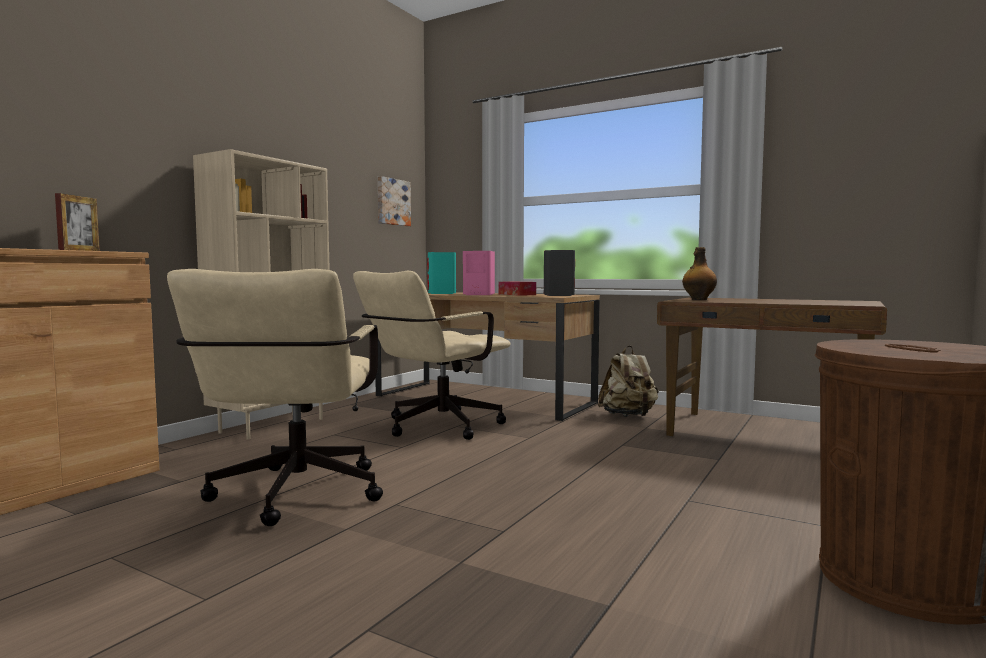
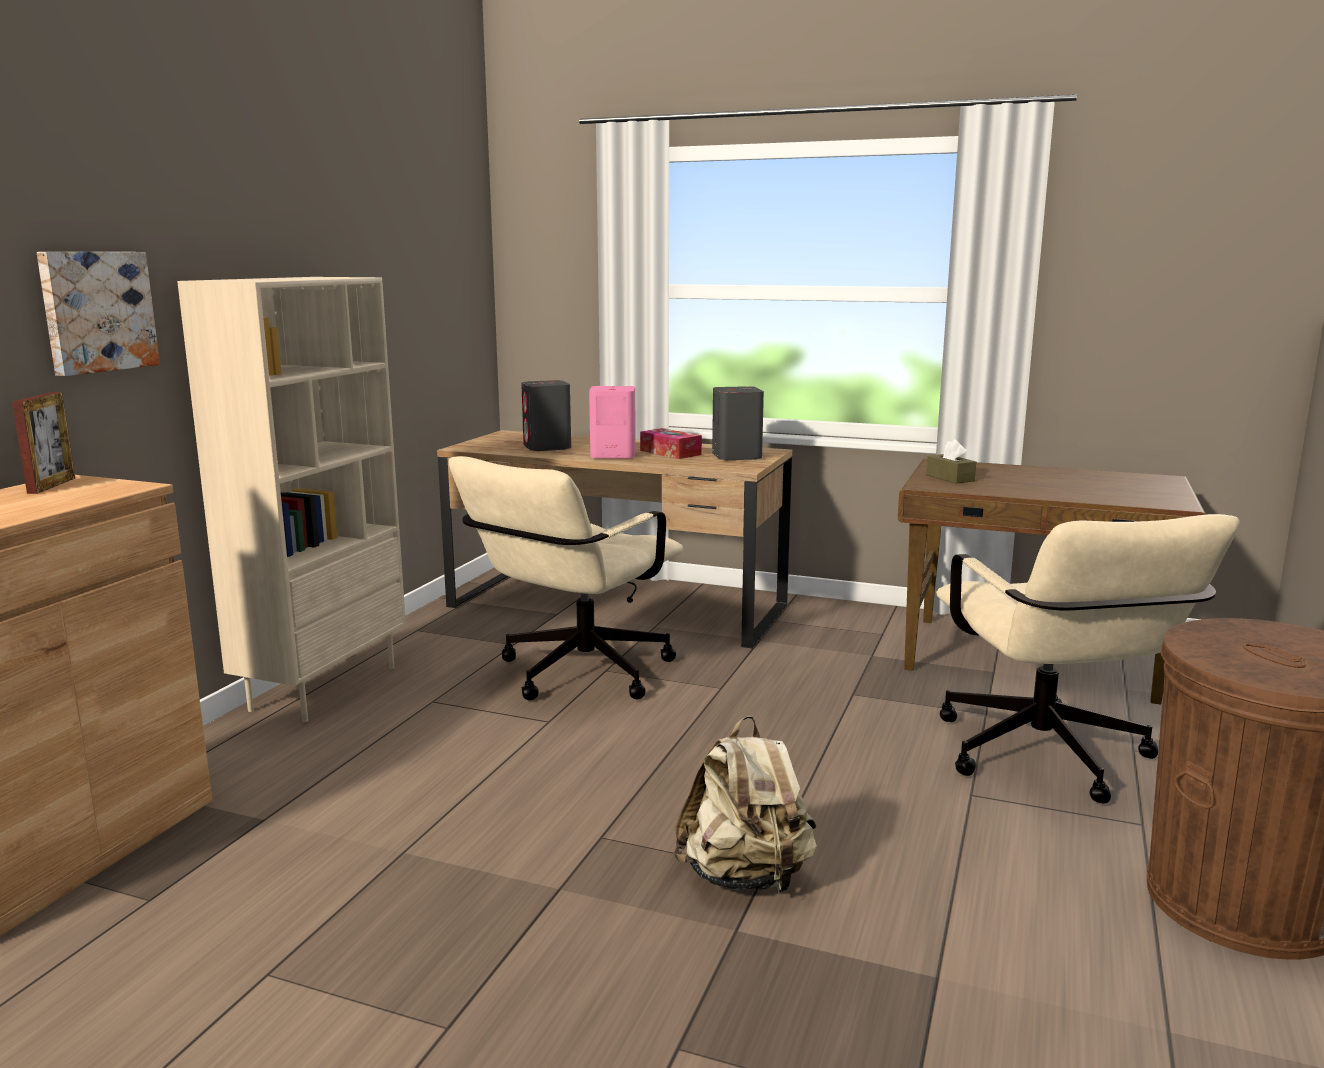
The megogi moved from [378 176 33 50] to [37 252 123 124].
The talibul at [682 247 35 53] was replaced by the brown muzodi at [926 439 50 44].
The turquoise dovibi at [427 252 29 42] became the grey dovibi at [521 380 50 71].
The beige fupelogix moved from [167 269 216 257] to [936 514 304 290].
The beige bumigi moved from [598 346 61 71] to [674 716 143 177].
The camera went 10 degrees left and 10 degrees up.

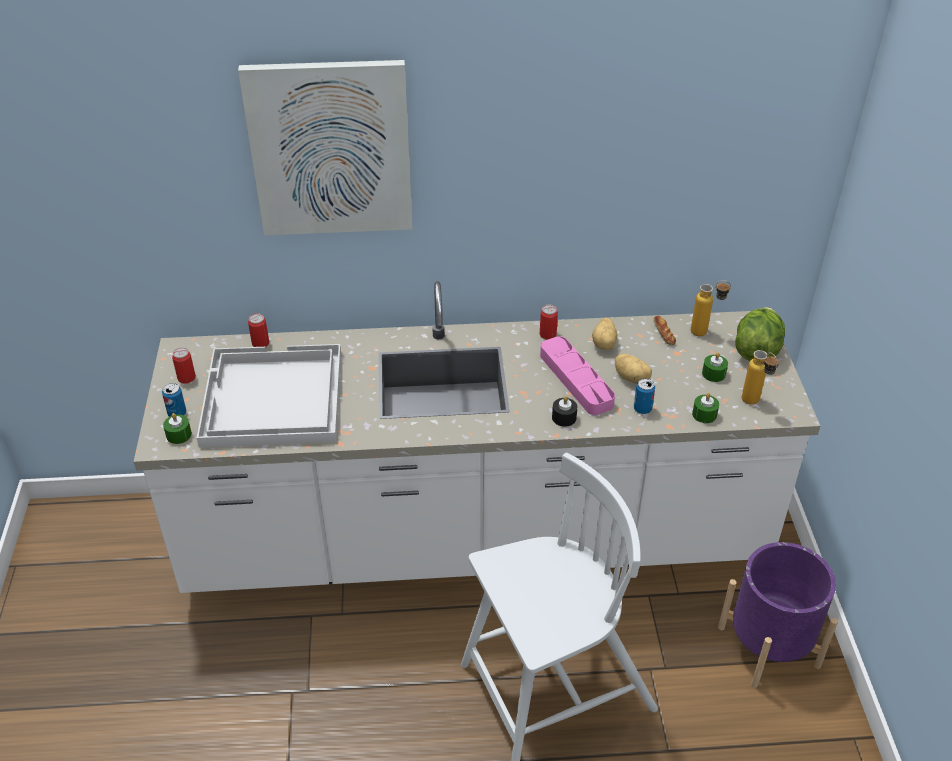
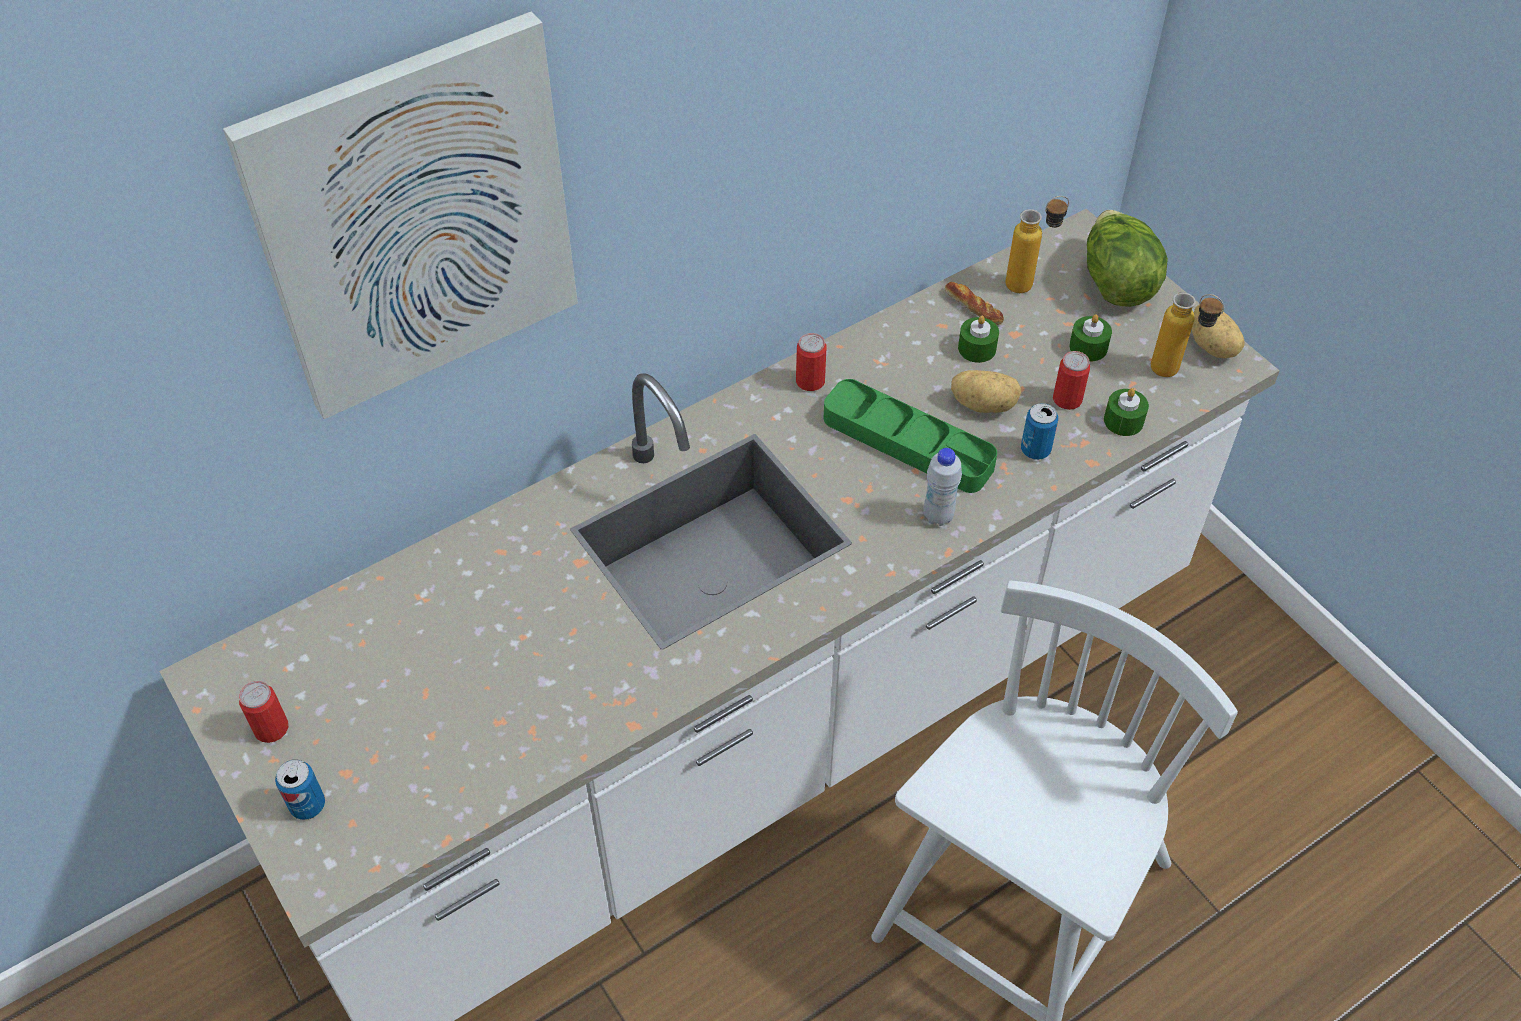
The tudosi moved from [248 313 21 34] to [1053 351 37 59].
The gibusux moved from [592 318 25 32] to [1192 305 52 53].
The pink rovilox at [540 336 75 79] became the green rovilox at [824 379 173 114].
The white rovilox at [197 344 144 104] disappeared.
The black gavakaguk at [552 396 25 31] was replaced by the white talibul at [923 448 39 78].
The green gavakaguk moved from [163 413 29 31] to [958 316 41 47].
The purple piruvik at [718 542 120 146] disappeared.
The camera went 30 degrees left and 10 degrees up.

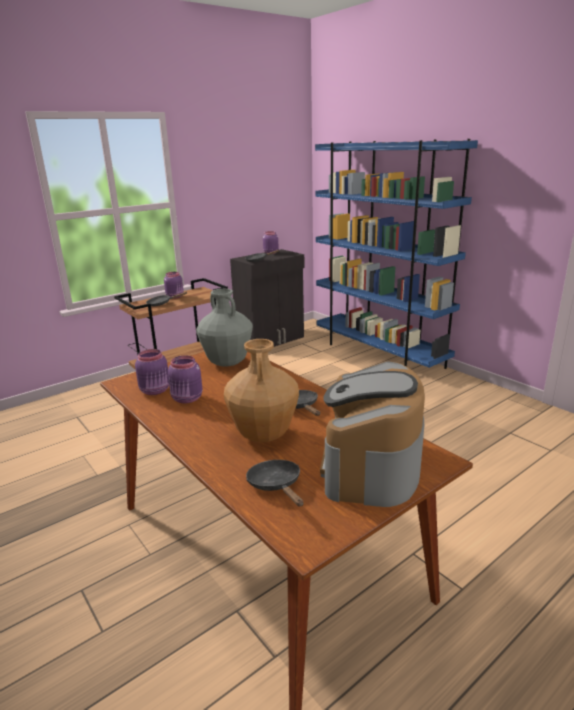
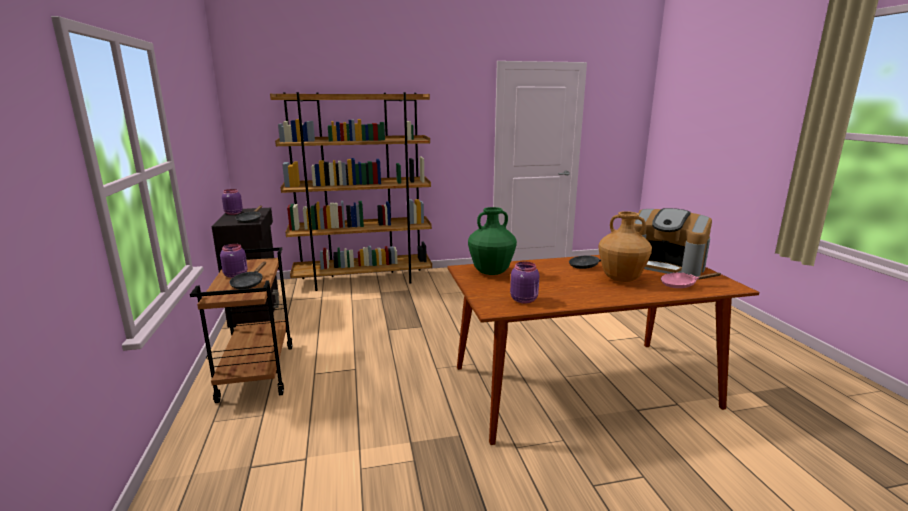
The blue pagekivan at [315 139 163 230] became the brown pagekivan at [270 92 162 199].
The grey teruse at [196 289 57 78] became the green teruse at [468 207 49 68].
The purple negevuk at [168 355 35 49] disappeared.
The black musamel at [246 460 57 47] became the pink musamel at [661 273 60 15].
The camera went 65 degrees left and 5 degrees down.

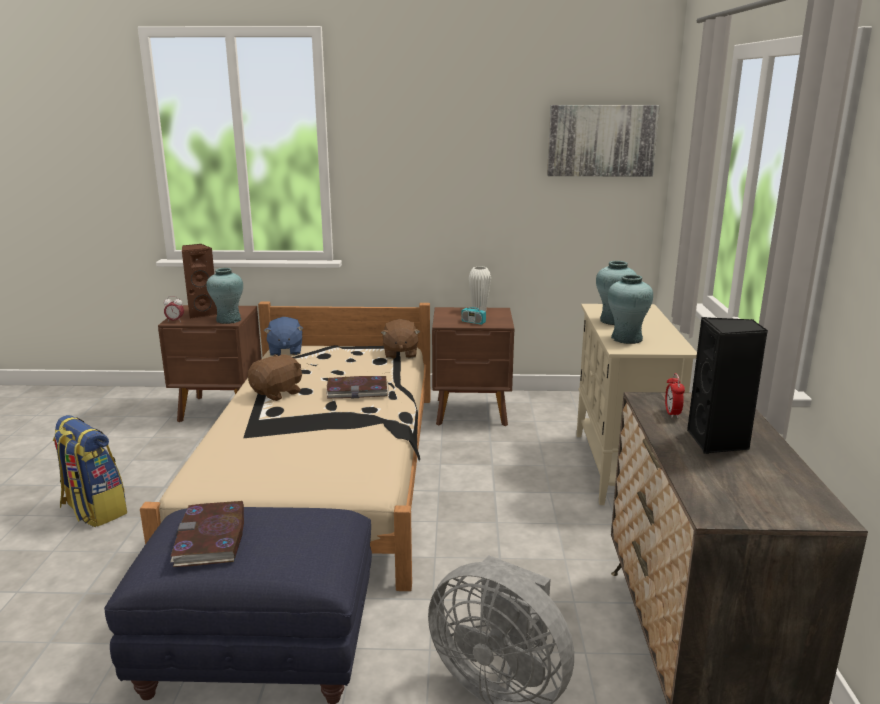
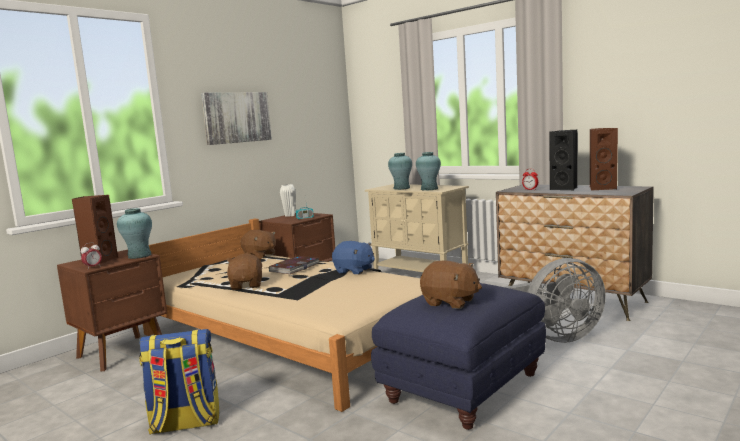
The megogi moved from [547 105 113 71] to [201 92 71 53].
The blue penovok moved from [264 317 40 39] to [332 241 43 33].
The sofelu at [170 501 74 66] was replaced by the brown penovok at [420 260 62 49].
The brown dovibi at [590 128 28 63] appeared.
The camera went 50 degrees left and 10 degrees down.

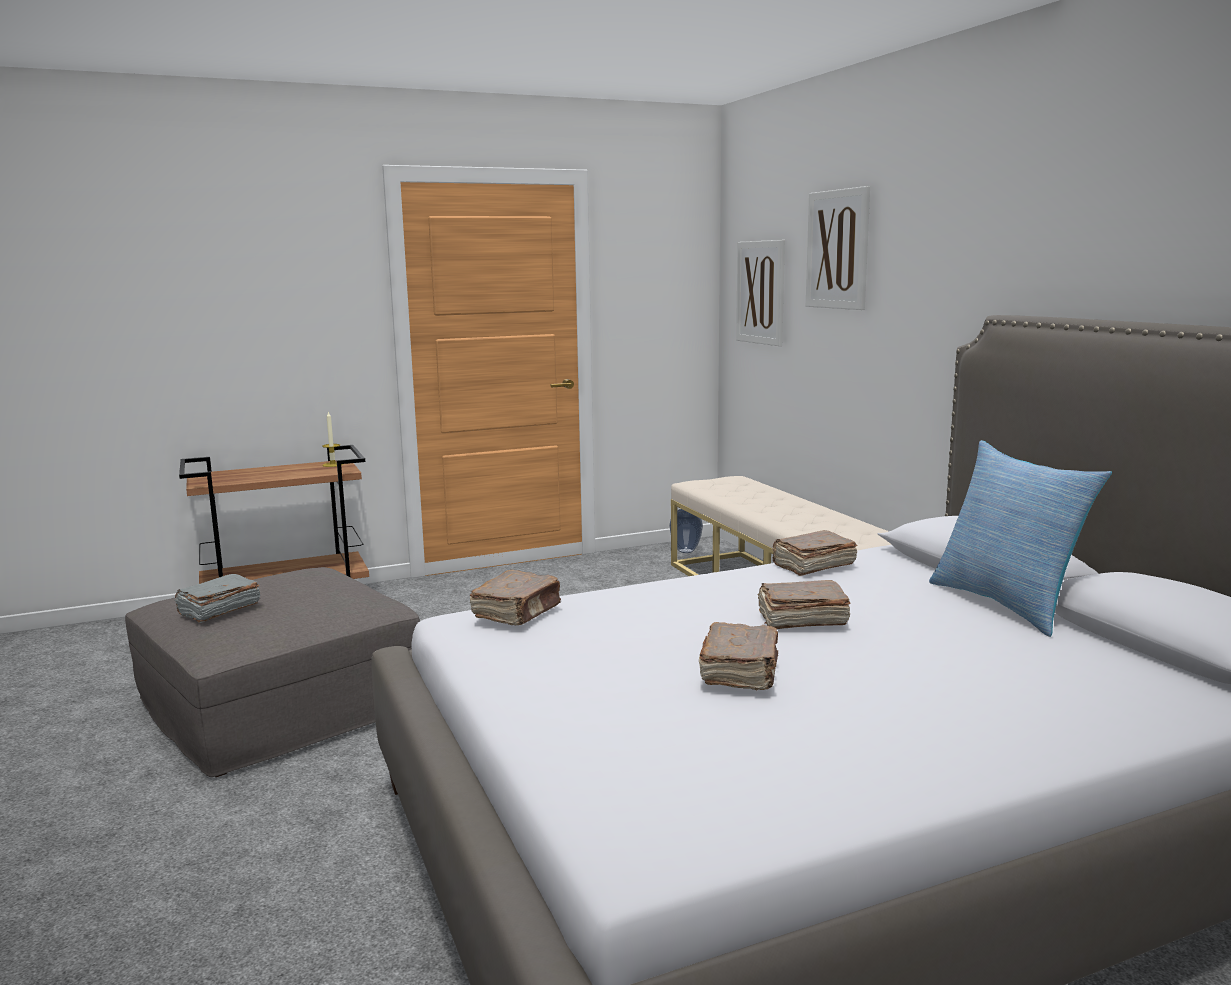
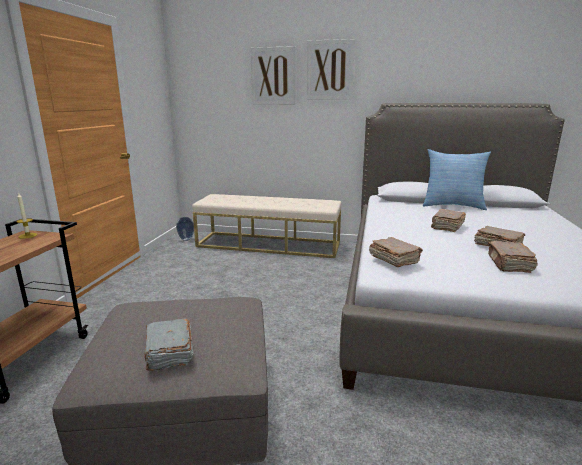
The megogi moved from [736 240 49 106] to [307 39 48 61].
The brown sofelu moved from [772 530 86 46] to [488 241 50 32].
The camera went 55 degrees left and 5 degrees up.

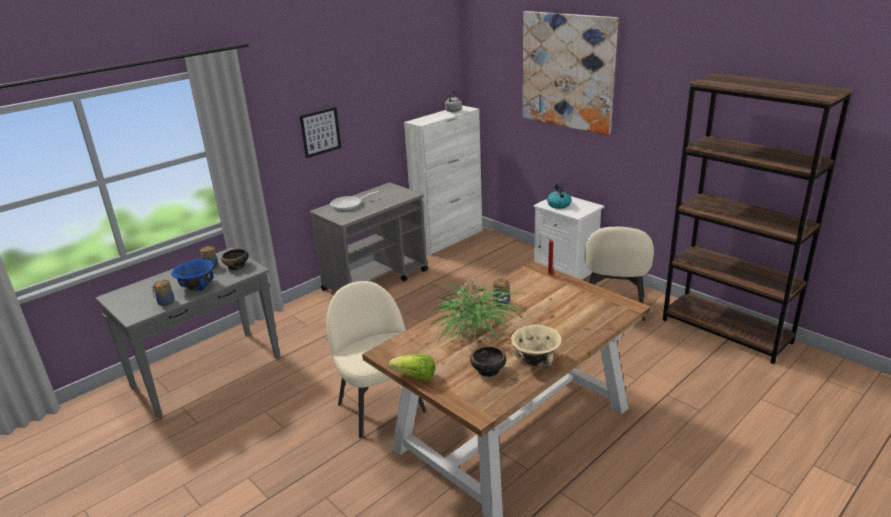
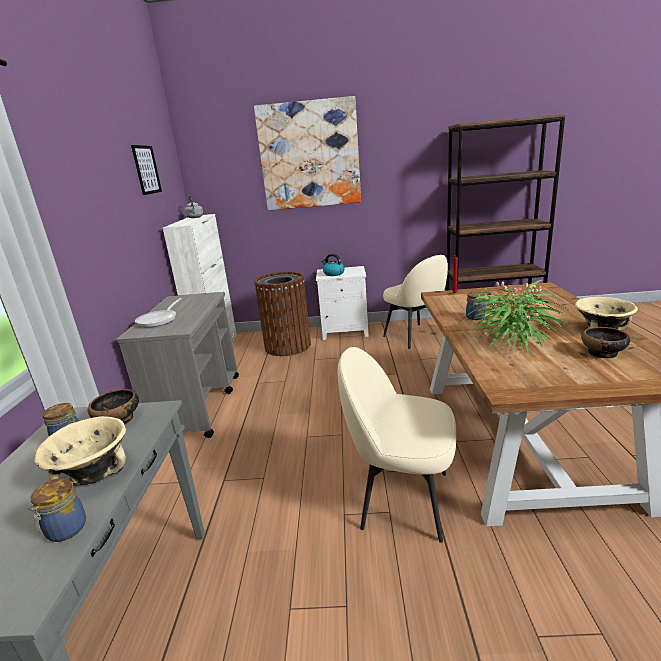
The megogi moved from [300 107 41 51] to [131 145 31 50].
The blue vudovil at [171 259 43 32] became the beige vudovil at [34 416 92 70].
The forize at [389 354 46 27] disappeared.
The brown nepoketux at [254 272 57 84] appeared.
The camera went 45 degrees left and 5 degrees down.

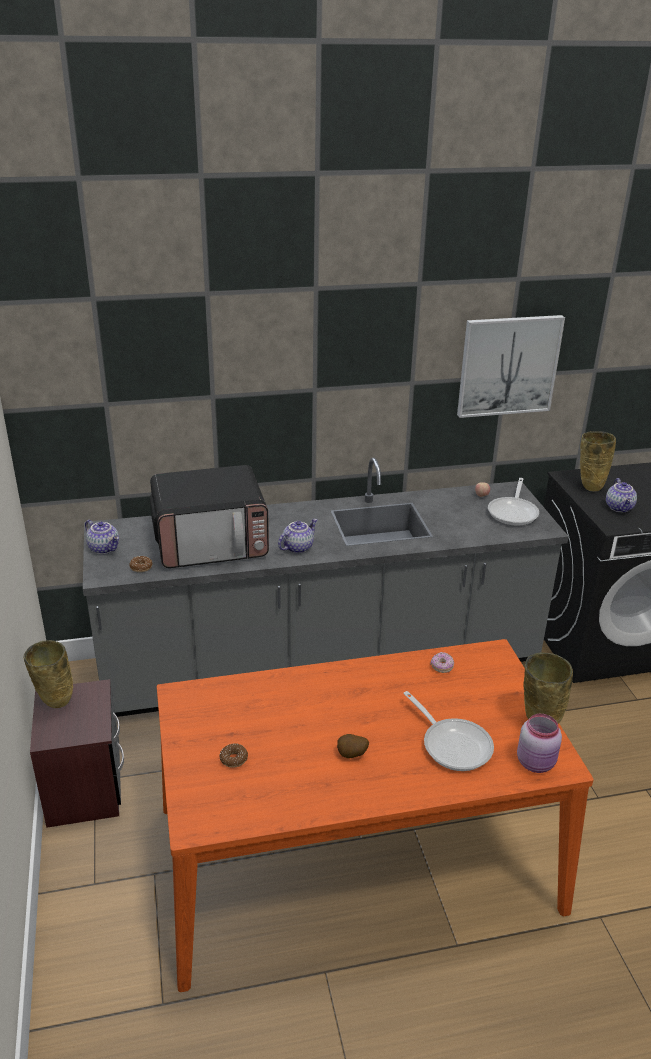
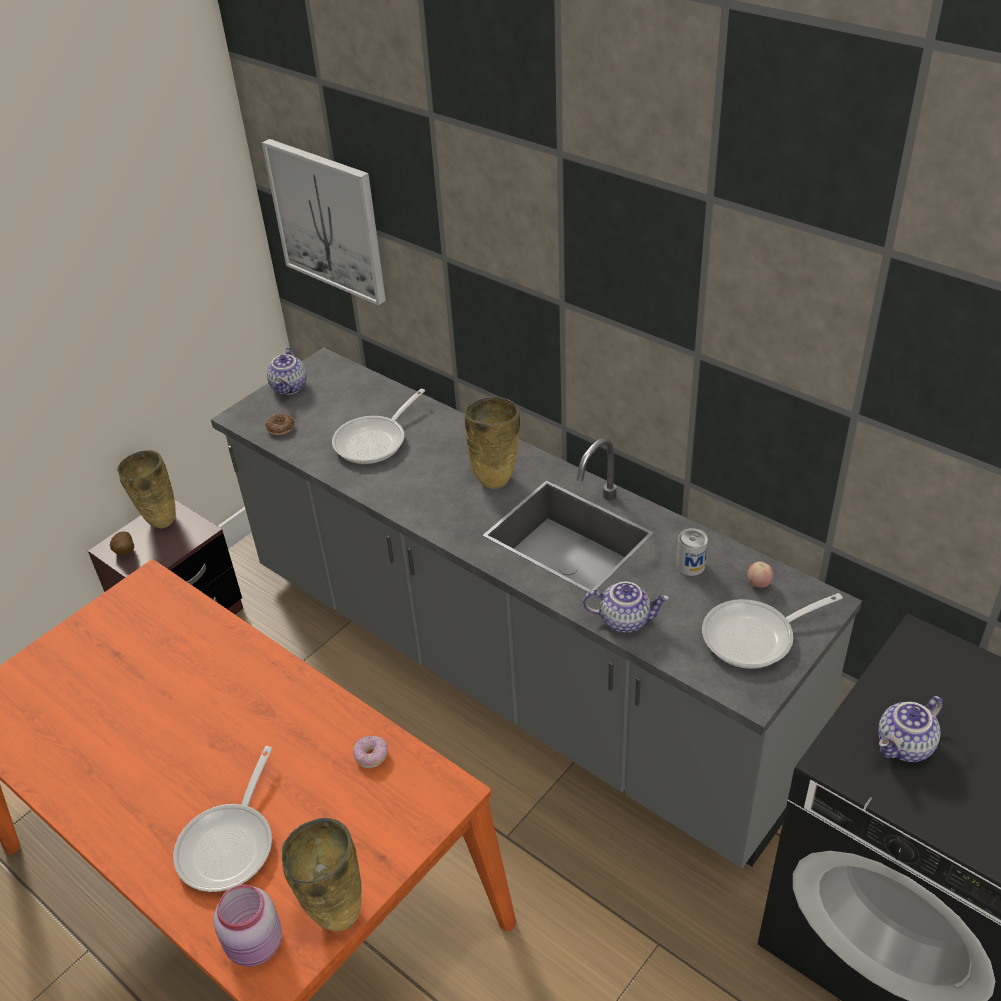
The megogi moved from [457 315 108 103] to [262 139 124 167].
The beige teruse moved from [580 431 36 61] to [464 397 56 92].
The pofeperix at [150 465 119 103] was replaced by the musamel at [332 389 93 75].
The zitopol moved from [278 519 39 34] to [583 582 86 51].
The gibusux moved from [337 734 32 24] to [110 531 24 24].
The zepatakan at [219 744 29 24] disappeared.
The tudosi at [676 528 32 48] appeared.
The camera went 55 degrees right and 10 degrees up.

